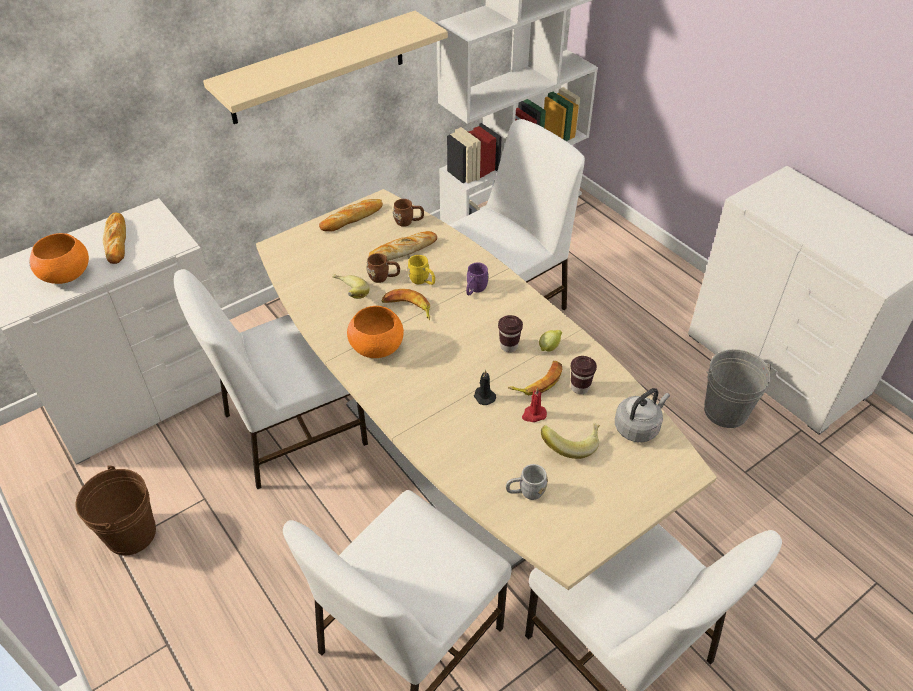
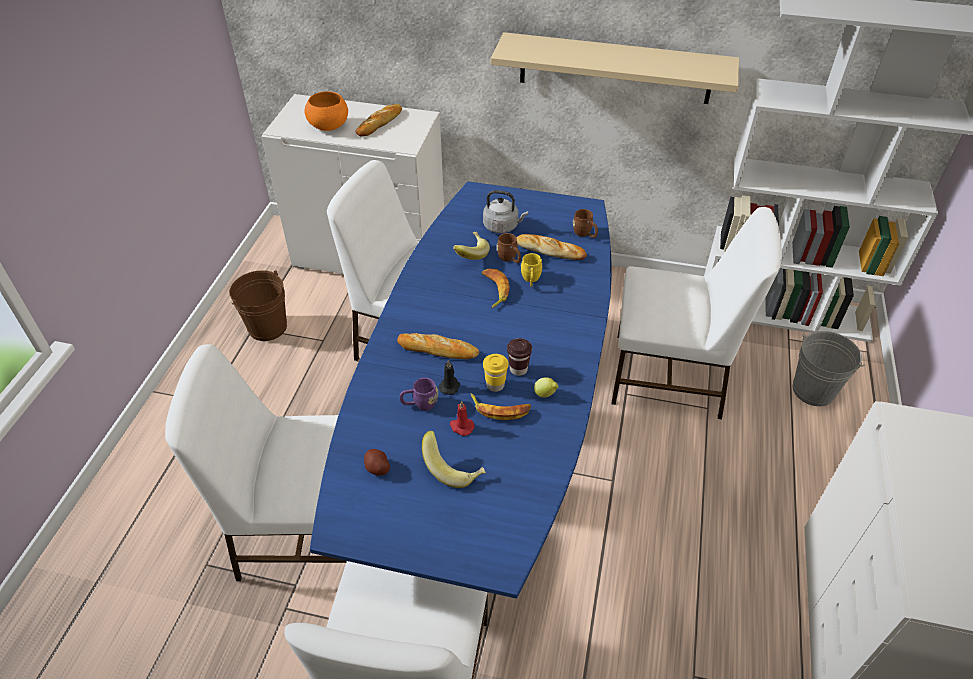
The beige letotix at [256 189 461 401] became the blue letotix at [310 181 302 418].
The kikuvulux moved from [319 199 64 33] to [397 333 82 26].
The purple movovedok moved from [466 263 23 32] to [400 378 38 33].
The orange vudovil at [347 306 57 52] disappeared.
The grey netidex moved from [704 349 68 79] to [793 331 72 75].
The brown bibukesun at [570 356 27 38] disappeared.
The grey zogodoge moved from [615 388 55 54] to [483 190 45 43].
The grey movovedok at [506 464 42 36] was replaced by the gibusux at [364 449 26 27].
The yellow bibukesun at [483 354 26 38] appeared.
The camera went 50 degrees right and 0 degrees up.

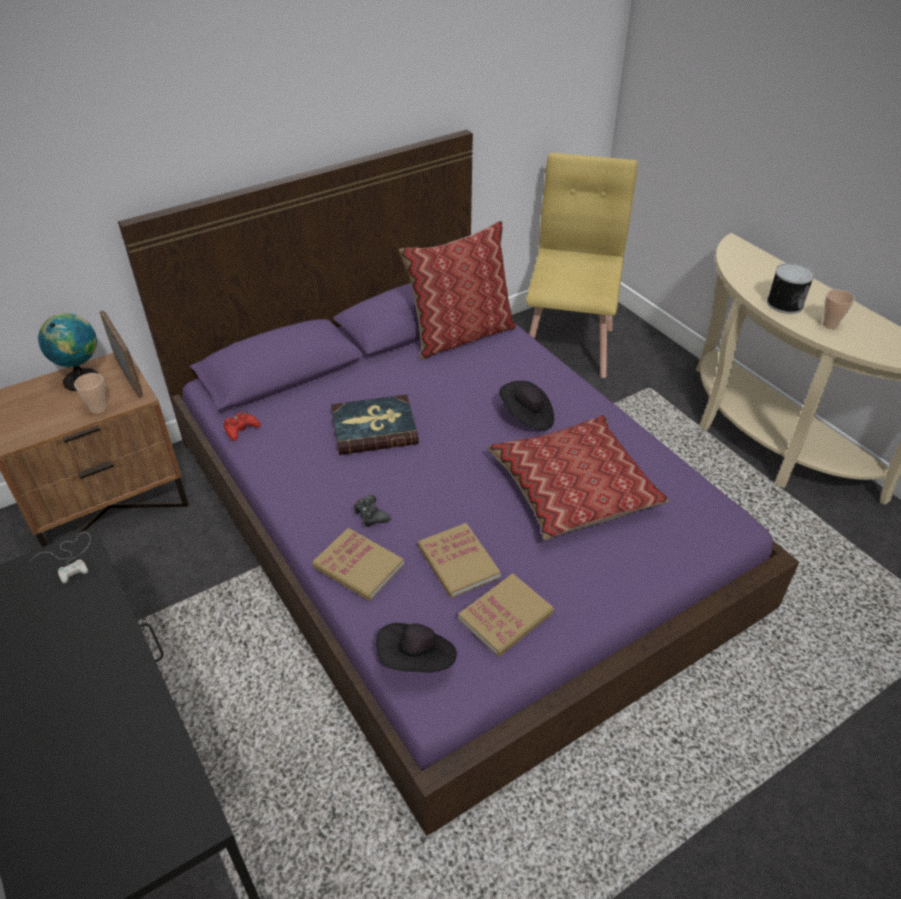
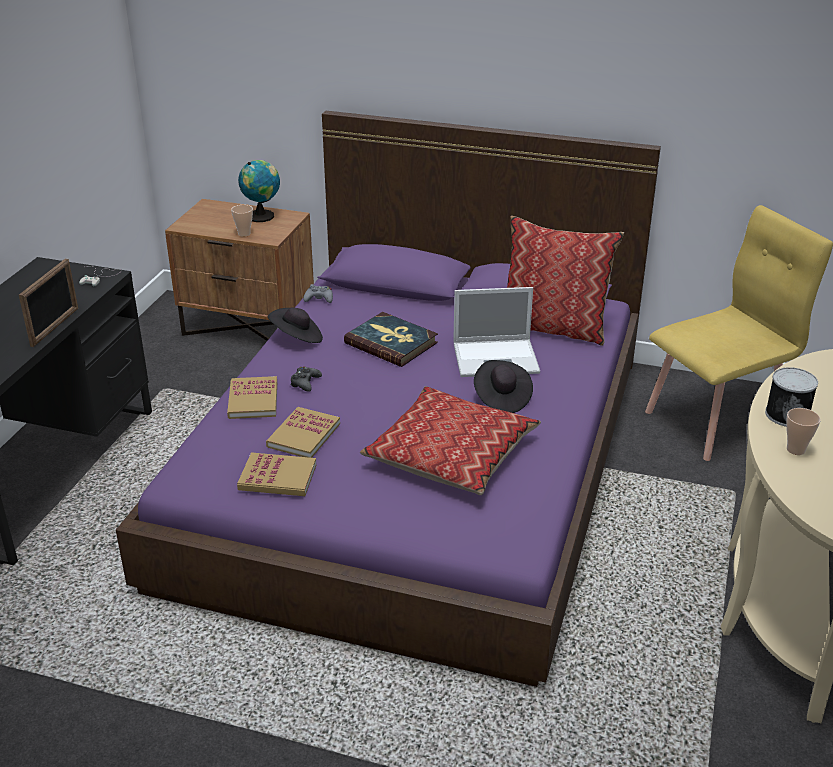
The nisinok moved from [99 310 44 88] to [19 258 59 89].
The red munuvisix at [224 412 37 29] became the grey munuvisix at [303 284 30 19].
The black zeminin moved from [376 623 81 50] to [268 307 55 36].
The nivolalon at [453 287 87 90] appeared.
The camera went 50 degrees right and 10 degrees down.

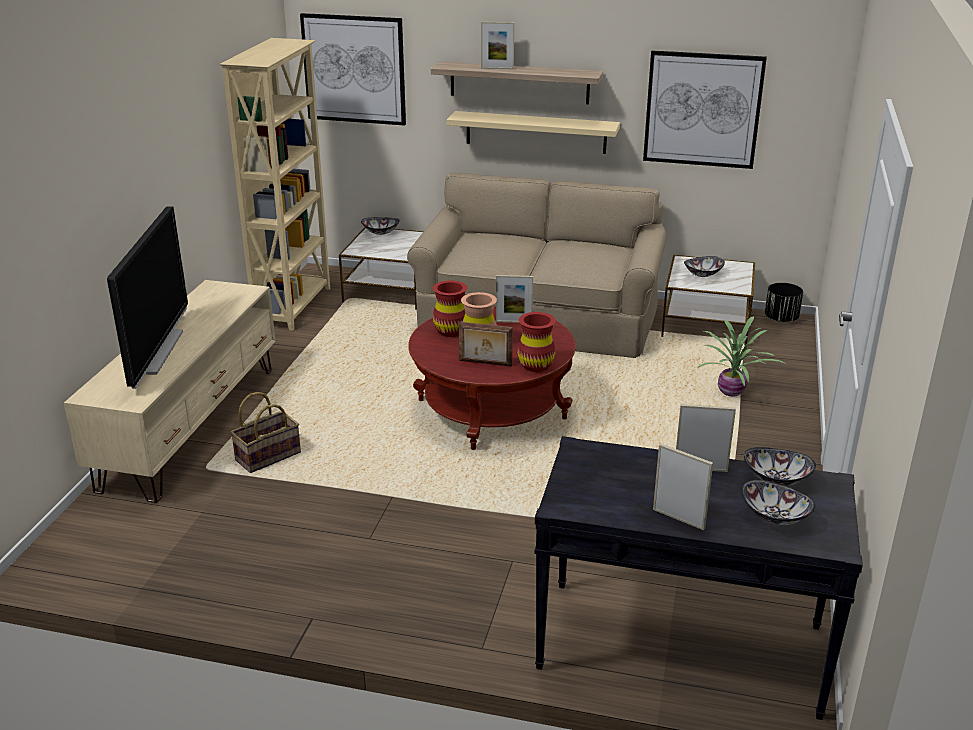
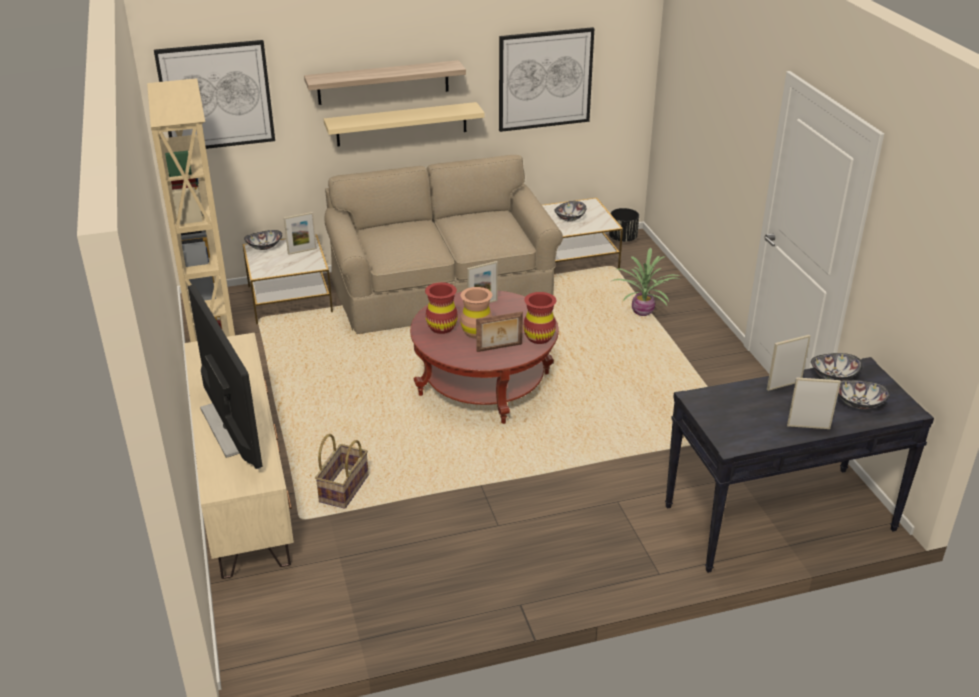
The nisinok moved from [481 22 33 47] to [284 212 33 43].
The camera went 30 degrees left and 5 degrees up.

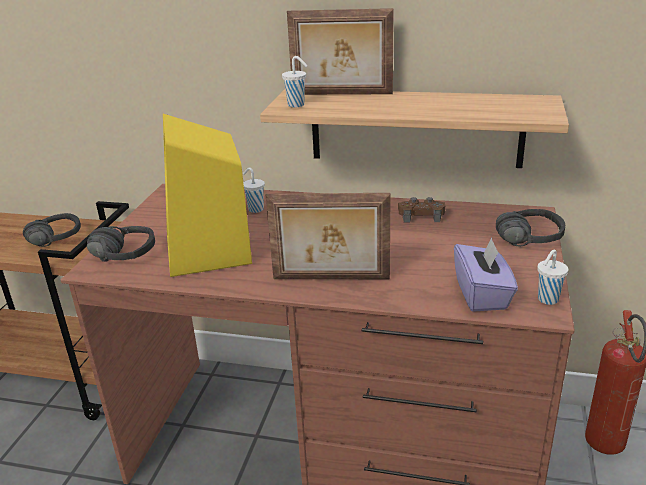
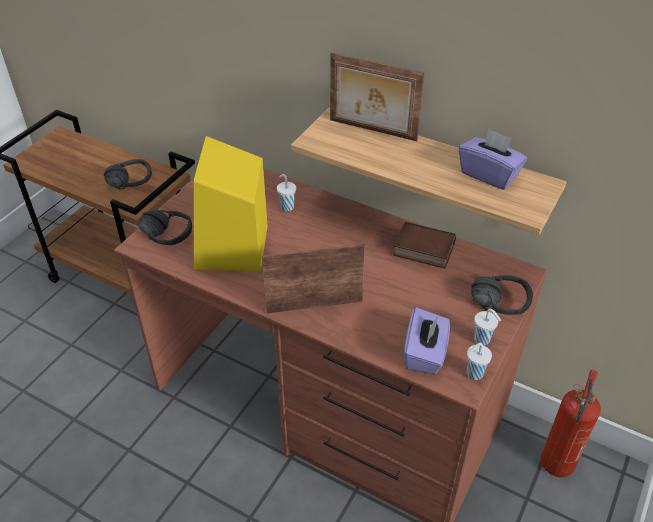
The white bibukesun moved from [282 56 26 52] to [474 309 27 37].
The nisinok at [266 193 125 86] turned 150 degrees clockwise.
The brown munuvisix at [398 197 47 25] was replaced by the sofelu at [393 222 63 47].
The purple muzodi at [459 129 69 61] appeared.
The camera went 15 degrees right and 15 degrees up.

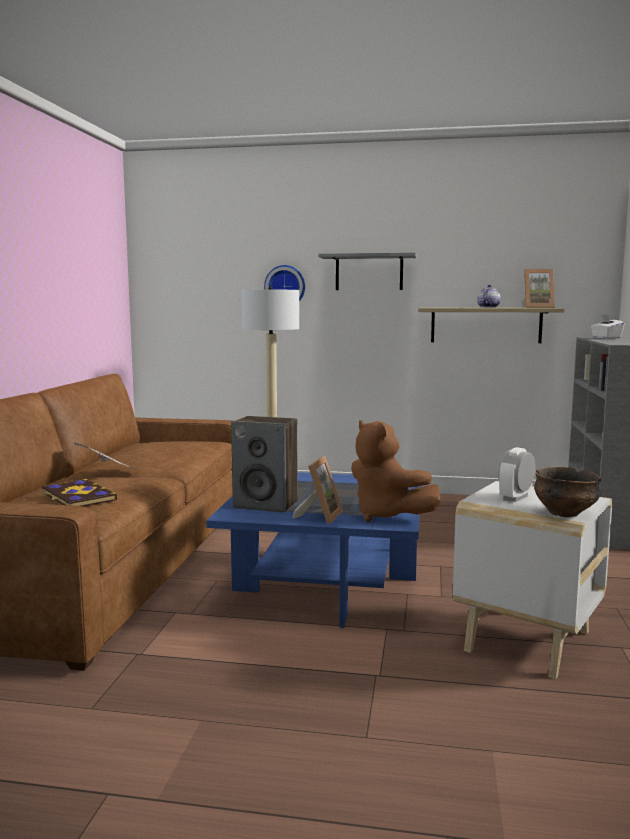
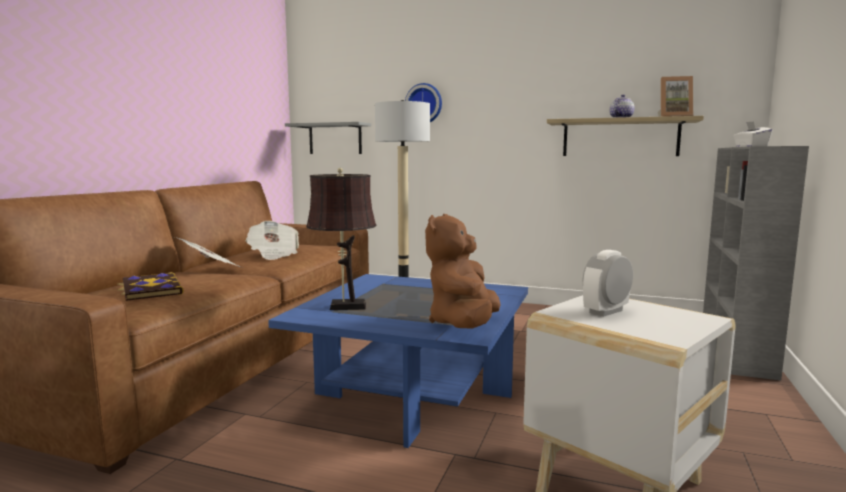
The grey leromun moved from [318 252 98 38] to [285 122 86 32].
The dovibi at [231 416 67 97] was replaced by the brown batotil at [306 168 71 142].
The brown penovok at [351 420 90 102] turned 45 degrees clockwise.
The nisinok at [293 456 50 68] disappeared.
The vudovil at [534 467 67 50] disappeared.
The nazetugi at [246 221 53 39] appeared.
The camera went 10 degrees right and 0 degrees up.

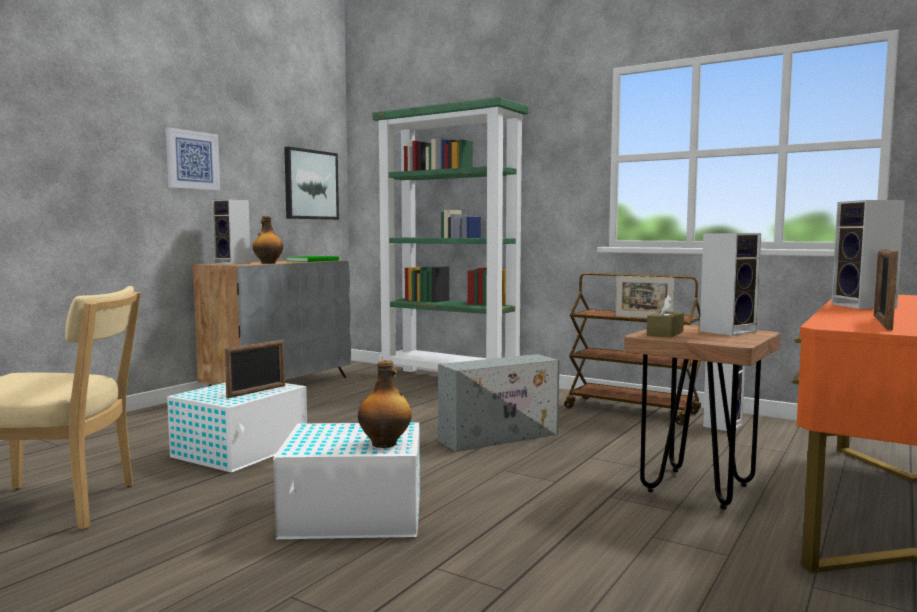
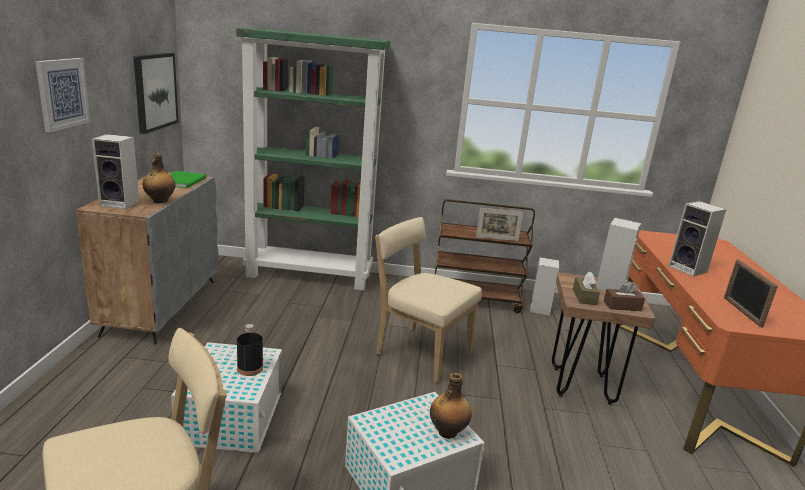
The nisinok at [224 340 61 58] was replaced by the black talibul at [237 324 26 52].
The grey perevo at [438 354 121 98] was replaced by the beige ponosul at [375 217 107 165].
The brown muzodi at [604 281 41 30] appeared.
The camera went 30 degrees left and 15 degrees up.

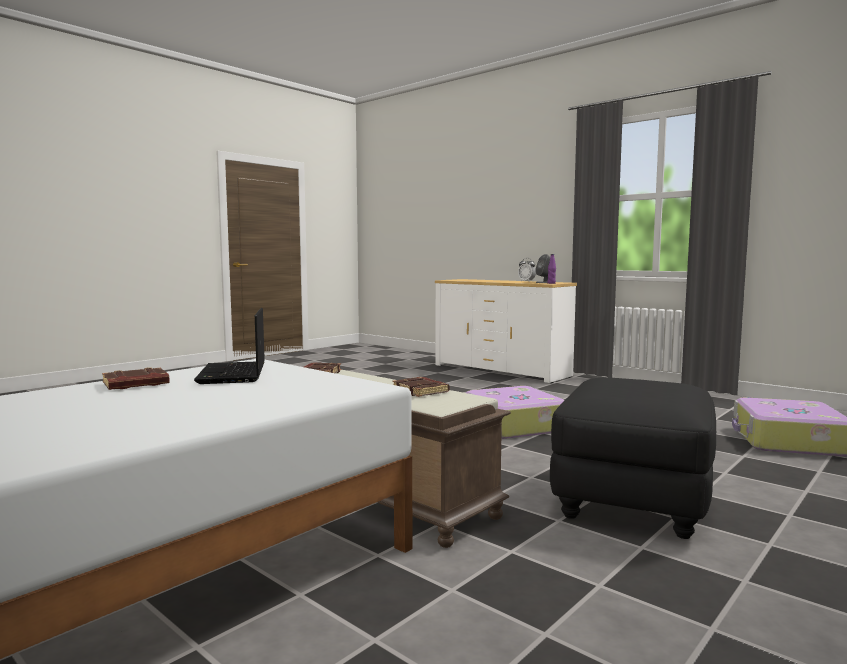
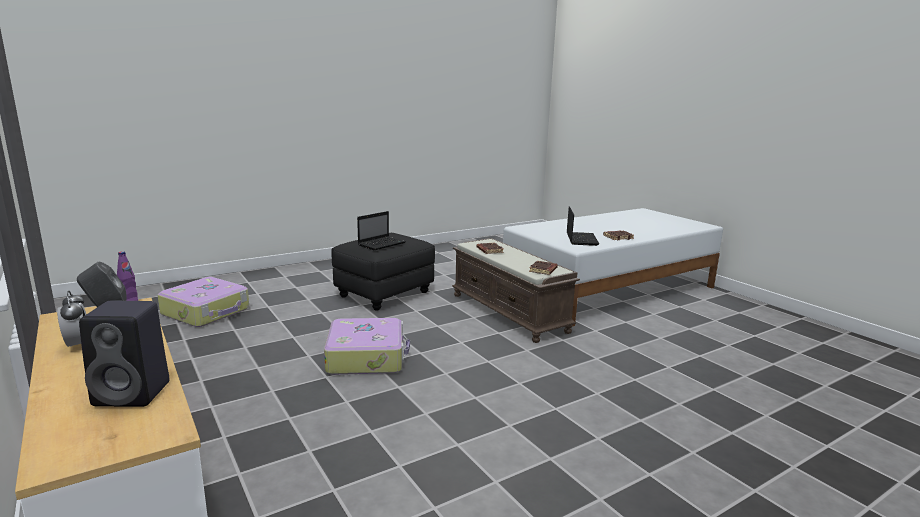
The nivolalon at [357 211 49 39] appeared.
The black dovibi at [79 301 90 106] appeared.
The camera went 165 degrees left and 10 degrees up.

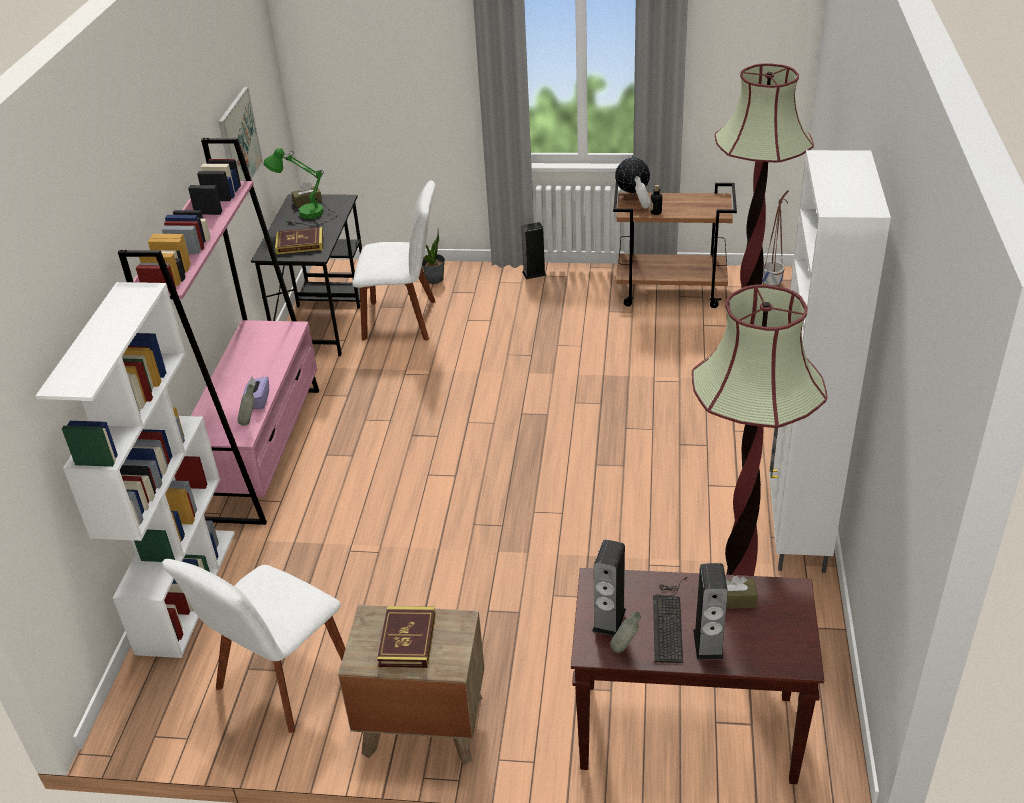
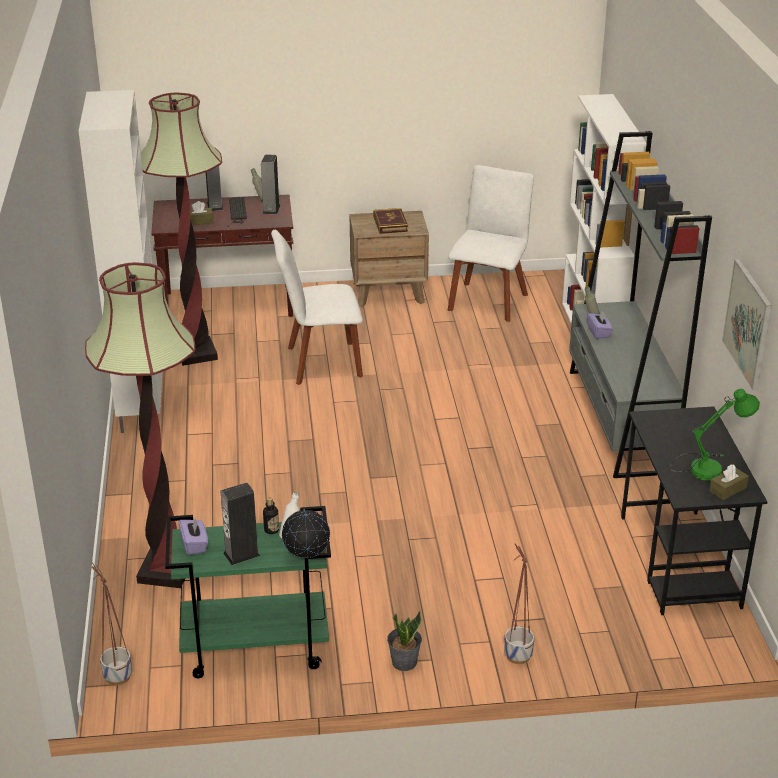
The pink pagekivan at [118 138 201 387] became the grey pagekivan at [569 131 143 347].
The white ponosul moved from [352 180 84 161] to [271 230 92 155].
The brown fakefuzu at [613 182 124 126] became the green fakefuzu at [165 506 166 172].
The dovibi moved from [521 222 25 57] to [220 483 41 82].
The sofelu at [275 227 49 28] disappeared.
The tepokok moved from [422 231 23 53] to [387 611 35 60].
The purple muzodi at [179 517 29 38] appeared.
The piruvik at [504 544 31 120] appeared.
The camera went 165 degrees right and 5 degrees down.

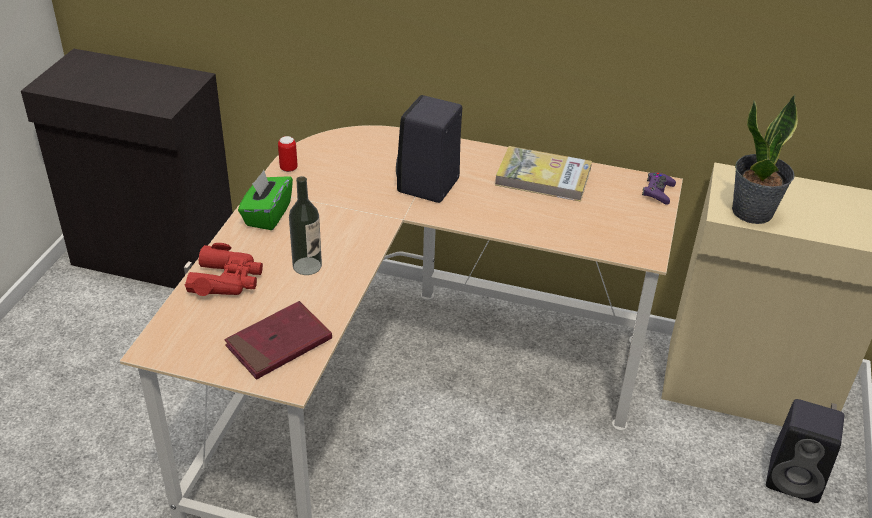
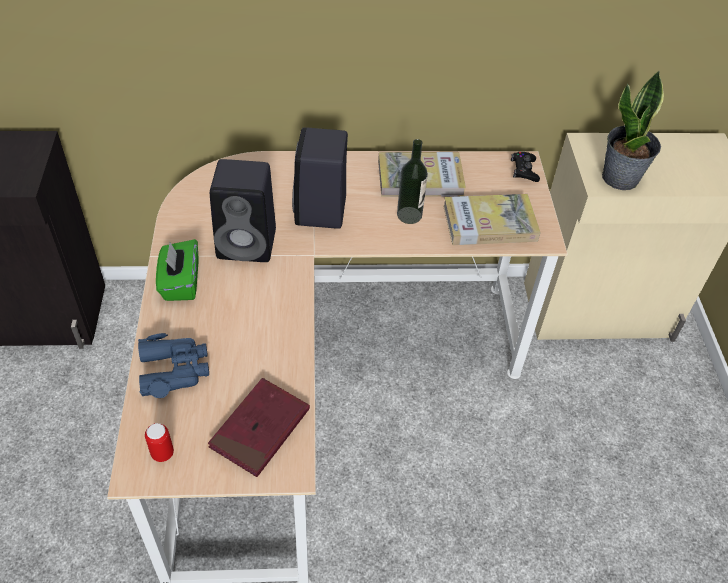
The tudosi moved from [278 136 20 36] to [145 423 29 39].
The purple munuvisix at [642 172 34 33] became the black munuvisix at [511 152 29 30].
The talibul moved from [289 176 33 99] to [397 139 31 85].
The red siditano at [185 243 78 53] became the blue siditano at [138 333 71 65].
The black dovibi moved from [766 399 78 104] to [210 159 66 103].
The sofelu at [443 194 98 51] appeared.
The camera went 20 degrees left and 10 degrees up.

